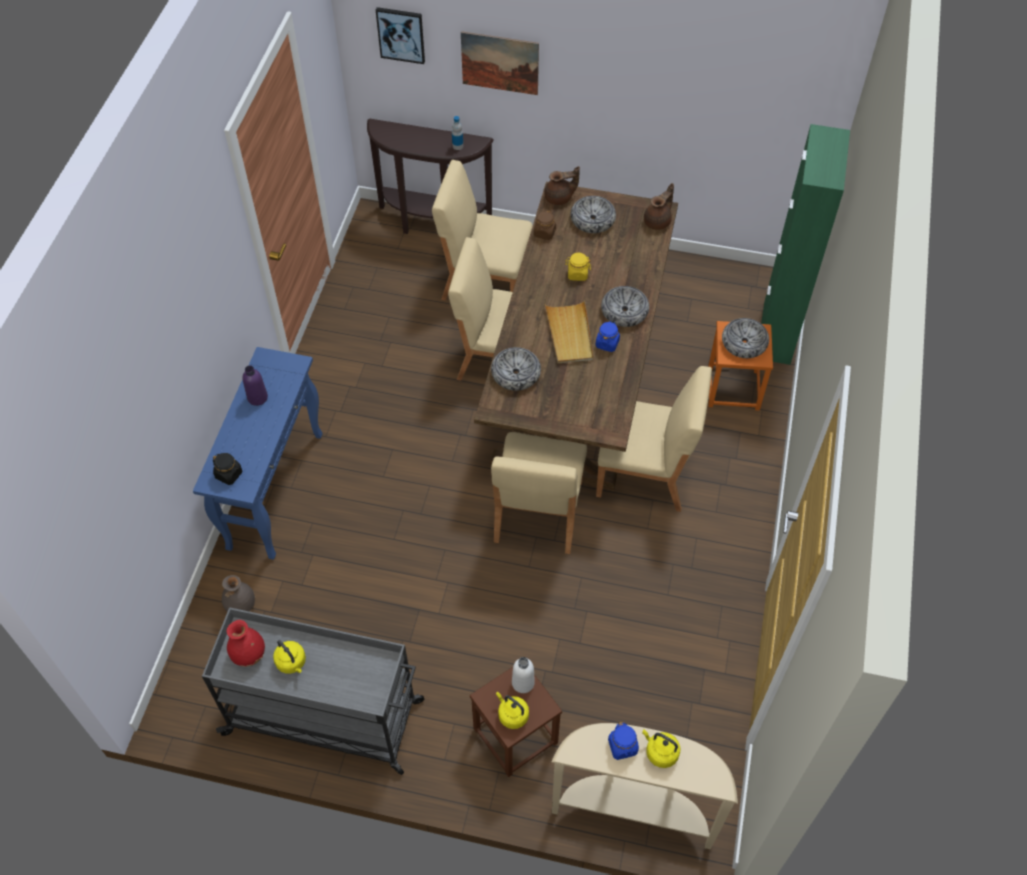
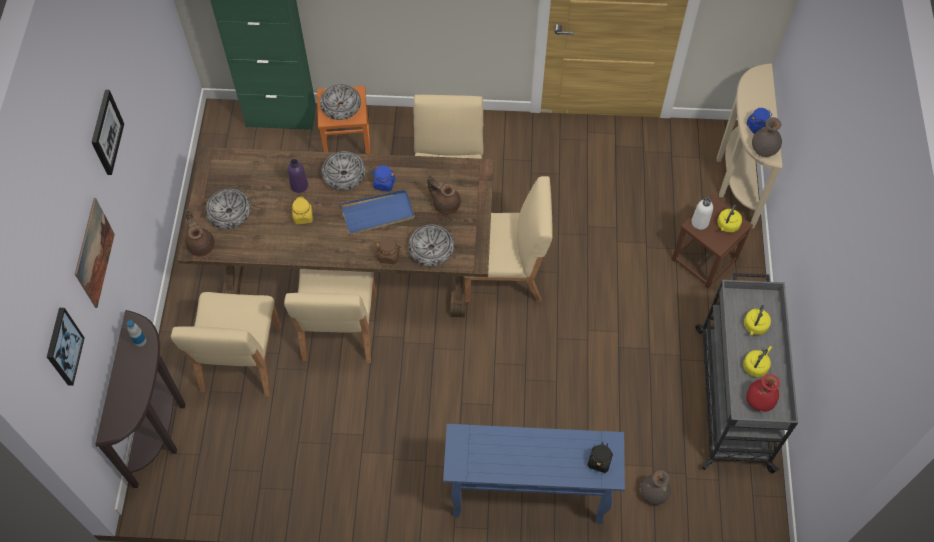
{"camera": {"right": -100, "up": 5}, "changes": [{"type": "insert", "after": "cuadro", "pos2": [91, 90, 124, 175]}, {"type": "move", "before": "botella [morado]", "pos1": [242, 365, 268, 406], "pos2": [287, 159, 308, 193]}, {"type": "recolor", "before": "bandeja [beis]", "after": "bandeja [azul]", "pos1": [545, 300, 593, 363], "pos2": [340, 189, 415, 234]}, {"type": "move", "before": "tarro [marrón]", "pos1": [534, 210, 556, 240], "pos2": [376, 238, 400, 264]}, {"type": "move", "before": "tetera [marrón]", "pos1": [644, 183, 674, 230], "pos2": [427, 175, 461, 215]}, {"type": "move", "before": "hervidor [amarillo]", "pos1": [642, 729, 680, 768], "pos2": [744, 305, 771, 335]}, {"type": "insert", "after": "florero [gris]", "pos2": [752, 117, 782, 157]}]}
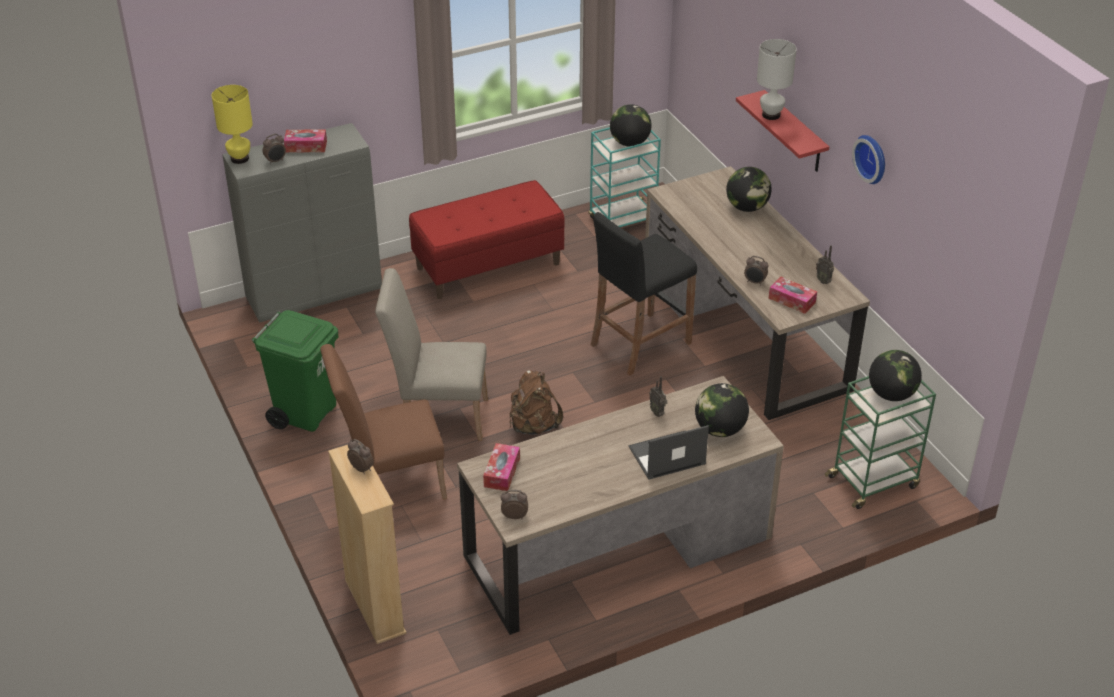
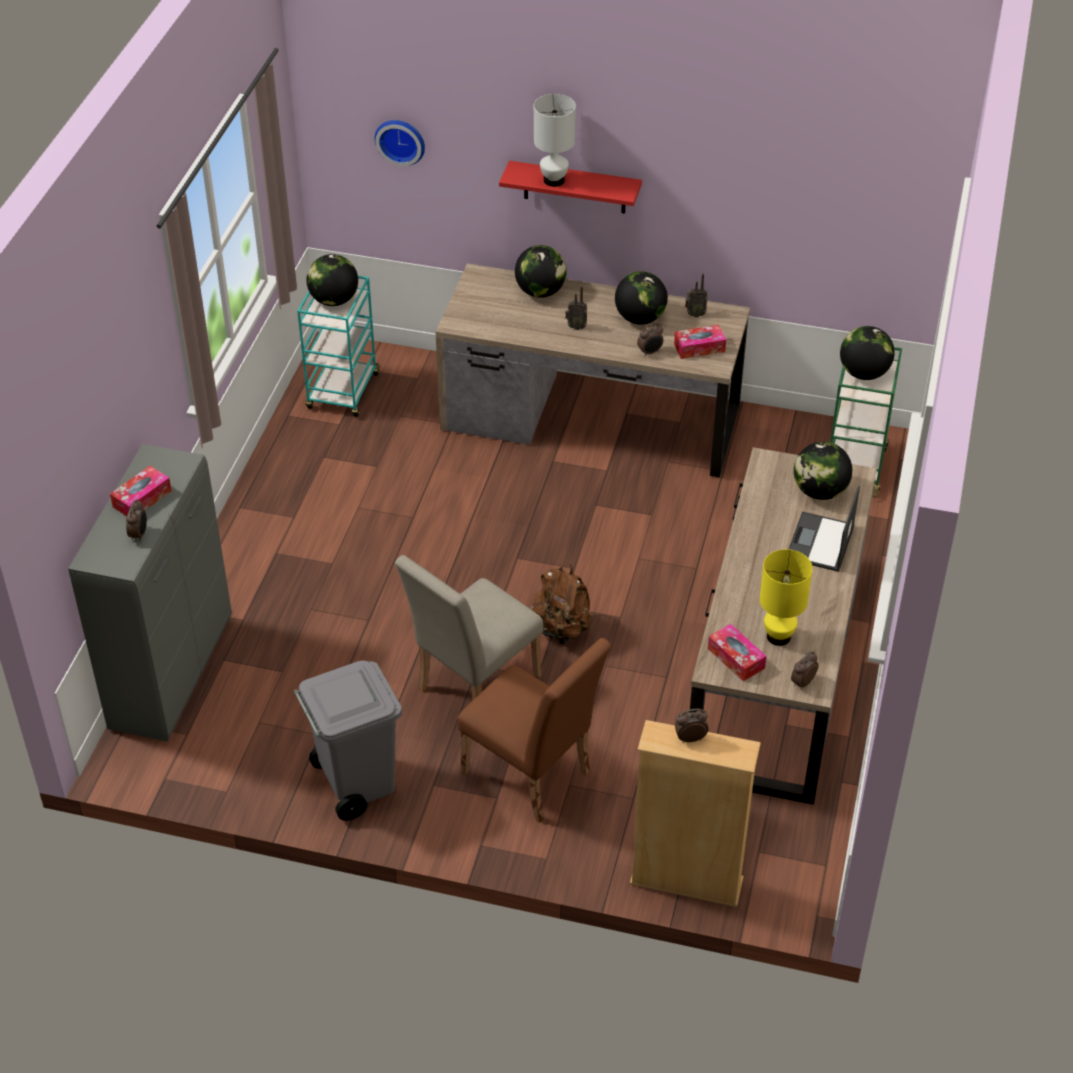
{"camera": {"right": -50, "up": 5}, "changes": [{"type": "recolor", "before": "papelera [verde]", "after": "papelera [gris]", "pos1": [252, 310, 338, 432], "pos2": [294, 661, 402, 821]}, {"type": "move", "before": "reloj de pared", "pos1": [852, 135, 885, 184], "pos2": [375, 120, 425, 166]}, {"type": "rotate", "before": "silla [marrón]", "pos1": [320, 344, 447, 500], "pos2": [457, 637, 611, 823], "turn": -75}, {"type": "move", "before": "radio", "pos1": [649, 376, 667, 417], "pos2": [565, 286, 587, 330]}, {"type": "insert", "after": "globo terráqueo", "pos2": [615, 271, 668, 324]}, {"type": "move", "before": "lámpara de mesa [amarillo]", "pos1": [212, 85, 253, 164], "pos2": [760, 549, 813, 646]}, {"type": "delete", "before": "banco [rojo]", "pos1": [409, 180, 565, 299]}, {"type": "delete", "before": "taburete [negro]", "pos1": [591, 212, 697, 376]}]}
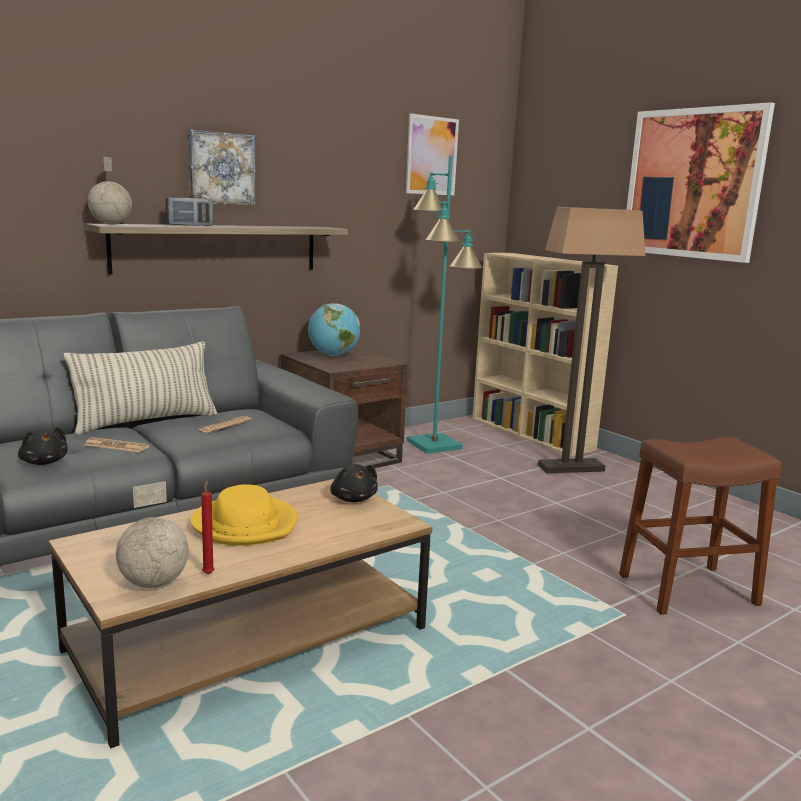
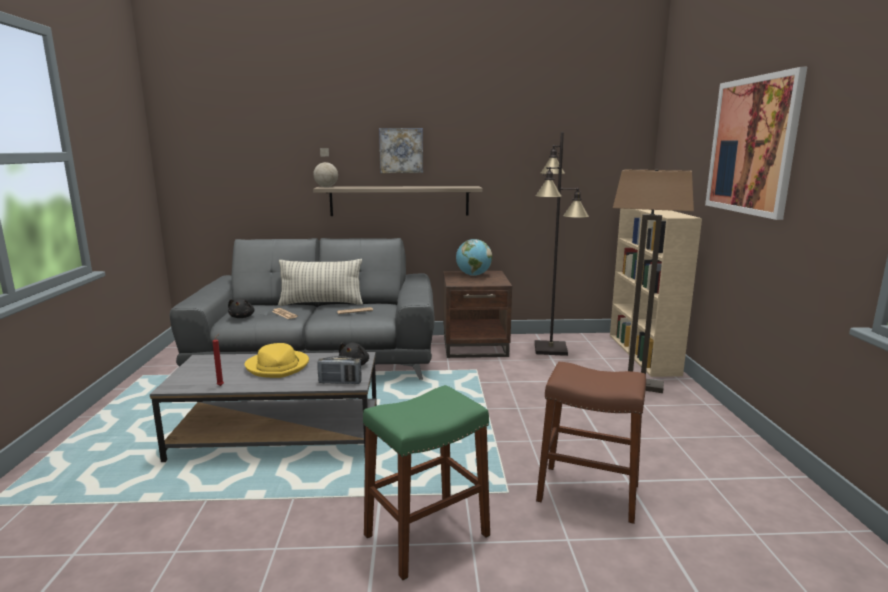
{"camera": {"right": 35, "up": 0}, "changes": [{"type": "recolor", "before": "mesa de centro [marrón]", "after": "mesa de centro [gris]", "pos1": [49, 479, 432, 748], "pos2": [150, 352, 377, 462]}, {"type": "move", "before": "radio", "pos1": [166, 194, 213, 226], "pos2": [317, 356, 361, 384]}, {"type": "insert", "after": "taburete [verde]", "pos2": [363, 385, 490, 580]}, {"type": "recolor", "before": "lámpara de pie [turquesa]", "after": "lámpara de pie [negro]", "pos1": [407, 155, 483, 454], "pos2": [535, 132, 589, 356]}, {"type": "delete", "before": "globo terráqueo", "pos1": [116, 481, 189, 588]}, {"type": "delete", "before": "cuadro", "pos1": [406, 113, 459, 195]}]}
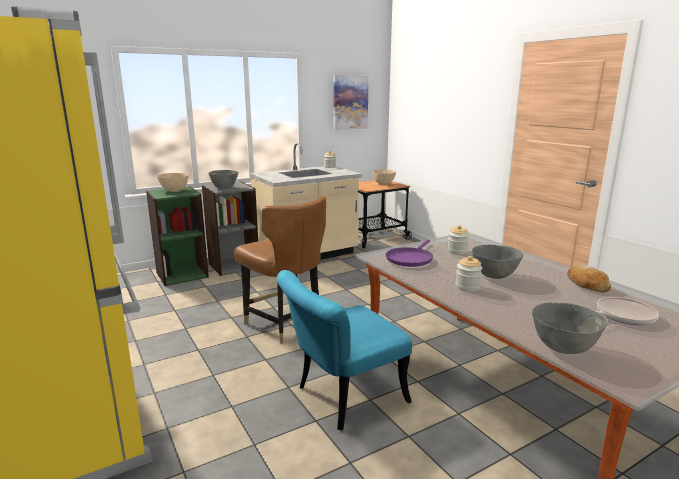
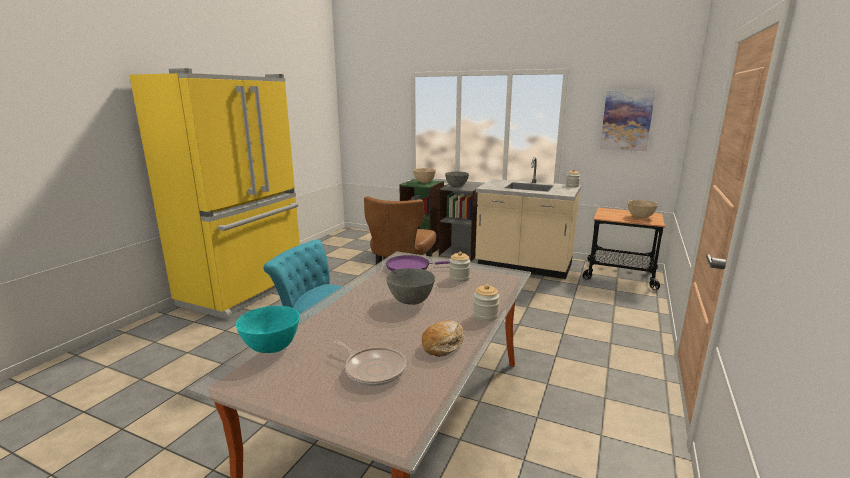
{"camera": {"right": 55, "up": 0}, "changes": [{"type": "recolor", "before": "cuenco [gris]", "after": "cuenco [turquesa]", "pos1": [532, 302, 607, 354], "pos2": [236, 306, 300, 353]}, {"type": "move", "before": "tarro", "pos1": [456, 256, 482, 292], "pos2": [473, 284, 499, 321]}]}
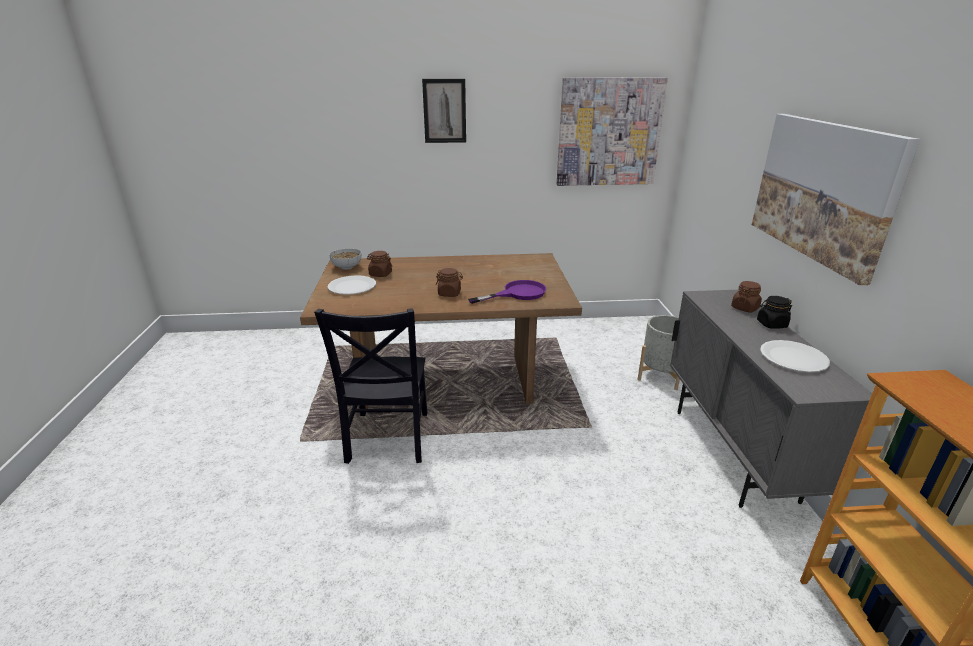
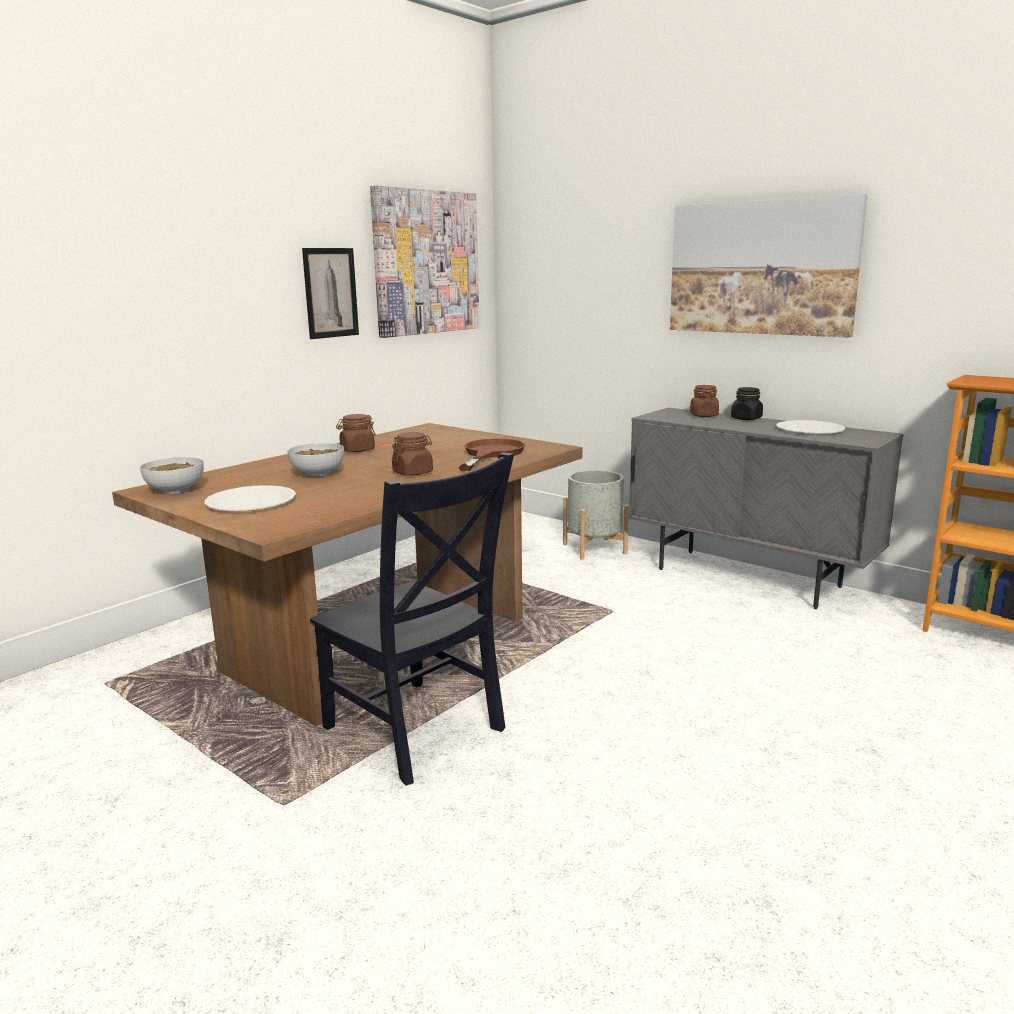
{"camera": {"right": -45, "up": -10}, "changes": [{"type": "insert", "after": "cuenco", "pos2": [288, 443, 344, 477]}, {"type": "move", "before": "cuadro", "pos1": [422, 79, 466, 143], "pos2": [302, 248, 359, 339]}, {"type": "move", "before": "tarro [marrón]", "pos1": [367, 251, 392, 277], "pos2": [336, 414, 376, 452]}, {"type": "recolor", "before": "sartén [morado]", "after": "sartén [marrón]", "pos1": [468, 280, 546, 304], "pos2": [459, 438, 525, 471]}]}
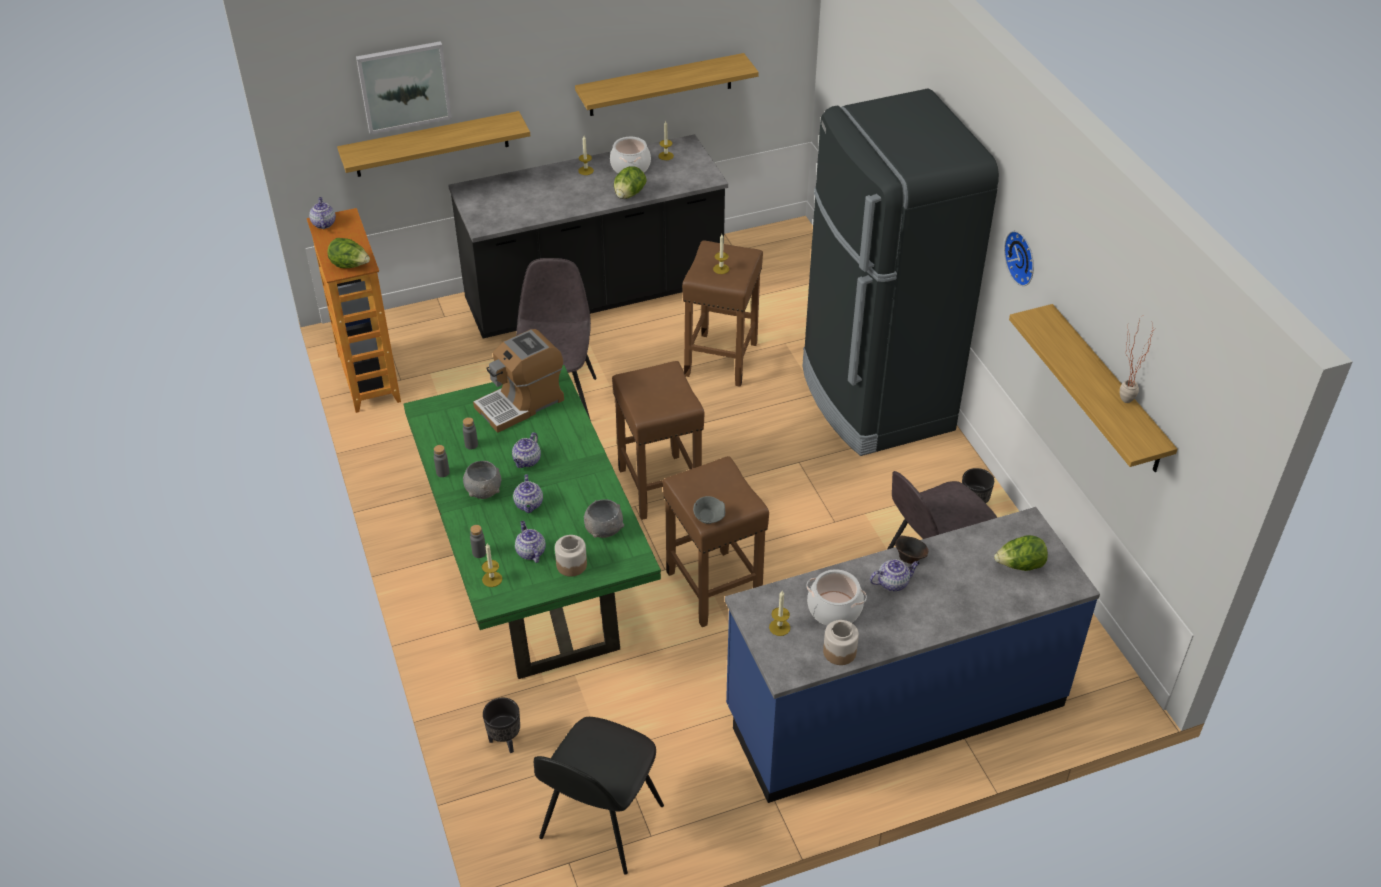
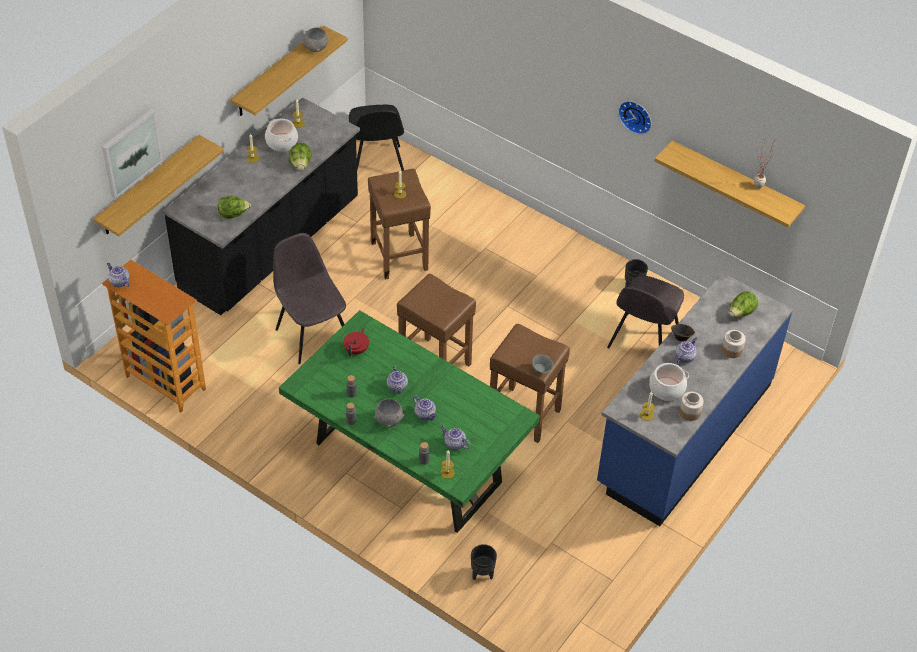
{"camera": {"right": -35, "up": 5}, "changes": [{"type": "move", "before": "lechuga", "pos1": [327, 238, 370, 268], "pos2": [218, 196, 251, 219]}, {"type": "move", "before": "cuenco [gris]", "pos1": [584, 499, 624, 538], "pos2": [303, 27, 329, 52]}, {"type": "replace", "before": "cafetera", "after": "tetera [rojo]", "pos1": [473, 329, 564, 433], "pos2": [343, 327, 369, 356]}, {"type": "move", "before": "silla [negro]", "pos1": [534, 717, 664, 874], "pos2": [349, 105, 404, 171]}, {"type": "move", "before": "tarro", "pos1": [555, 535, 587, 577], "pos2": [722, 330, 746, 358]}, {"type": "delete", "before": "nevera [negro]", "pos1": [802, 88, 999, 456]}]}
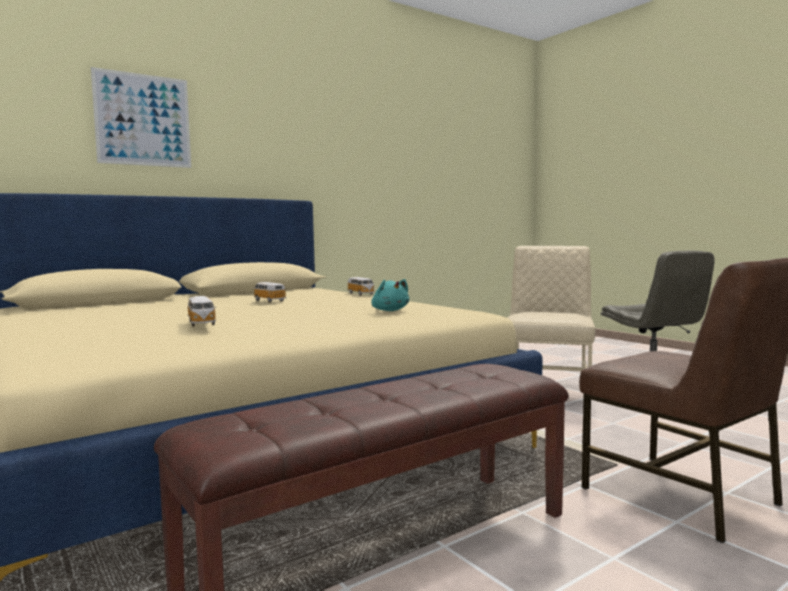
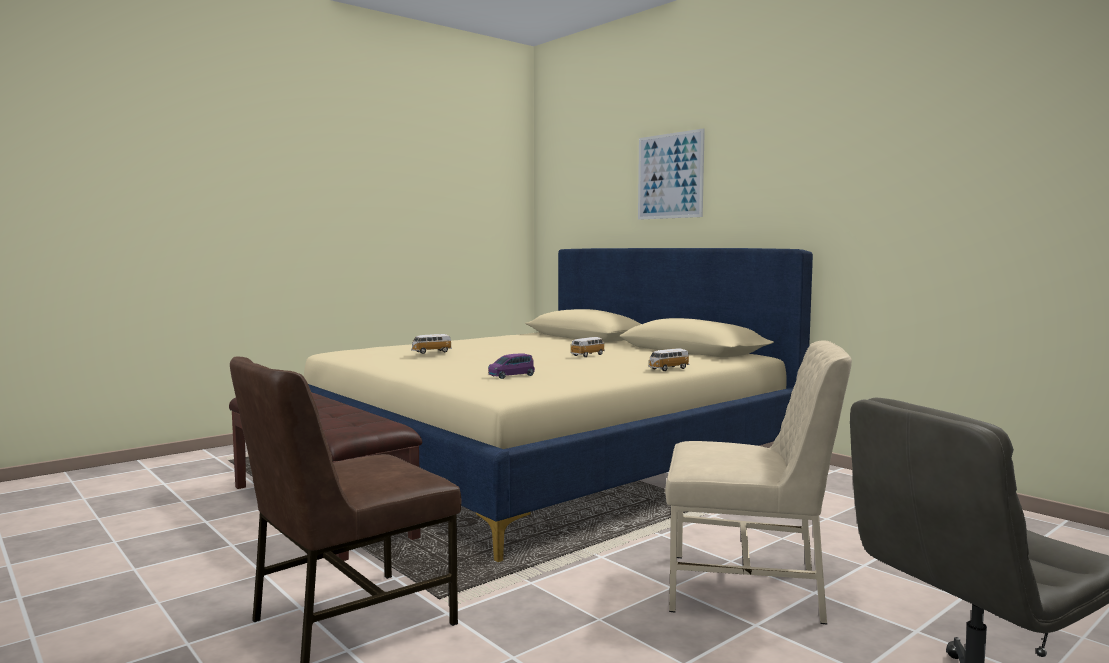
{"camera": {"right": 85, "up": 0}, "changes": [{"type": "replace", "before": "peluche [turquesa]", "after": "coche de juguete [morado]", "pos1": [371, 279, 409, 311], "pos2": [488, 353, 535, 379]}]}
